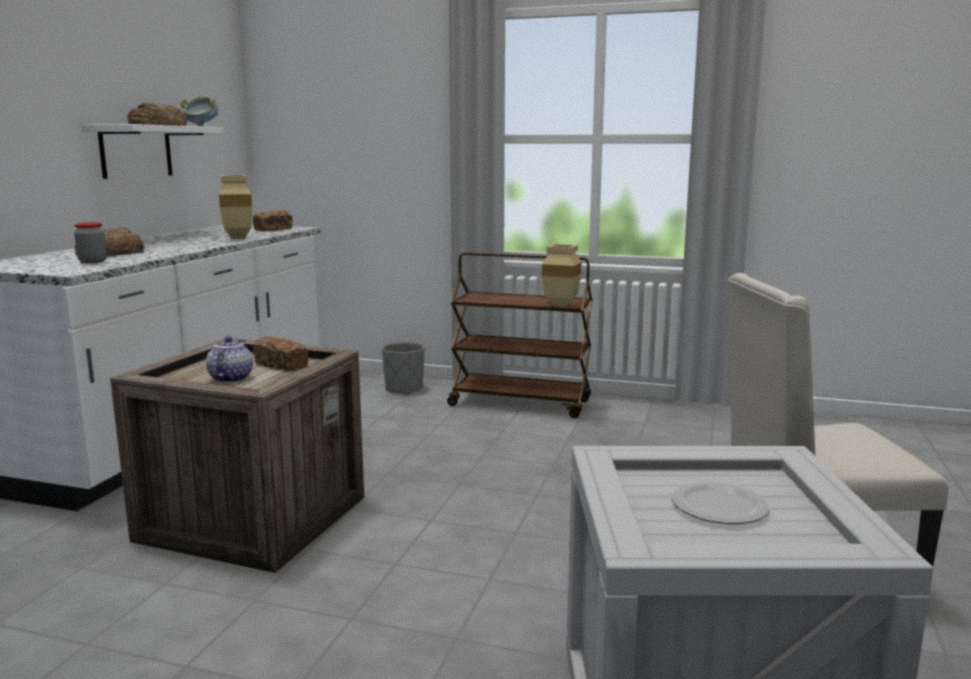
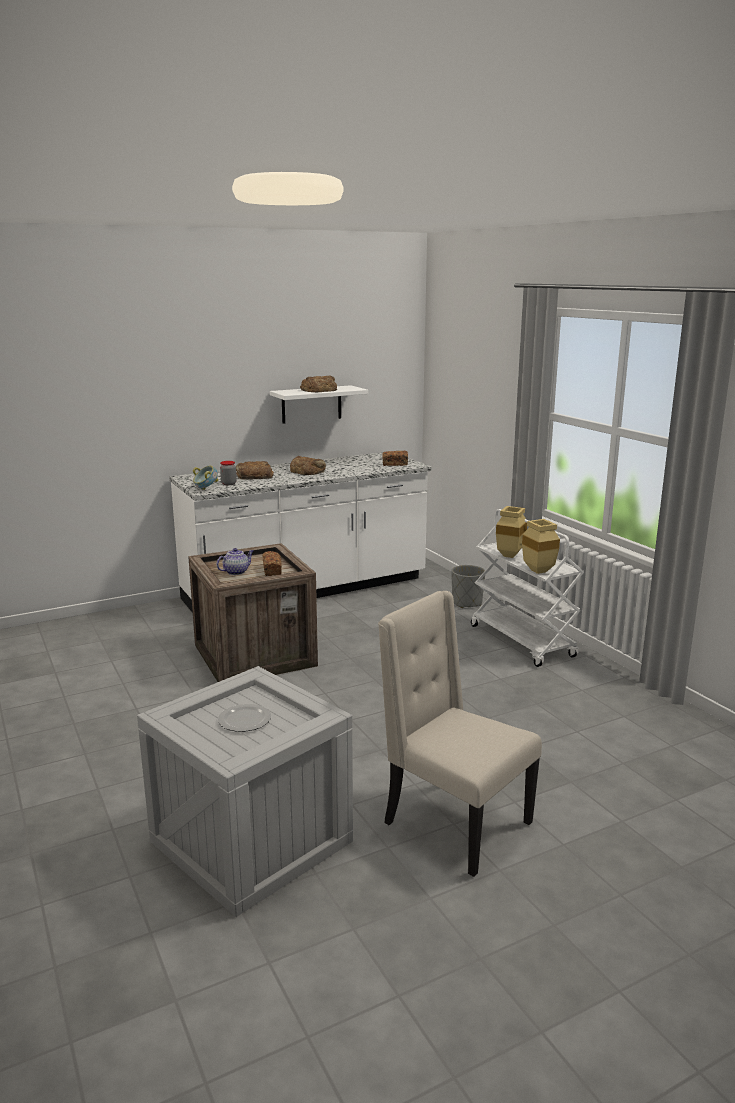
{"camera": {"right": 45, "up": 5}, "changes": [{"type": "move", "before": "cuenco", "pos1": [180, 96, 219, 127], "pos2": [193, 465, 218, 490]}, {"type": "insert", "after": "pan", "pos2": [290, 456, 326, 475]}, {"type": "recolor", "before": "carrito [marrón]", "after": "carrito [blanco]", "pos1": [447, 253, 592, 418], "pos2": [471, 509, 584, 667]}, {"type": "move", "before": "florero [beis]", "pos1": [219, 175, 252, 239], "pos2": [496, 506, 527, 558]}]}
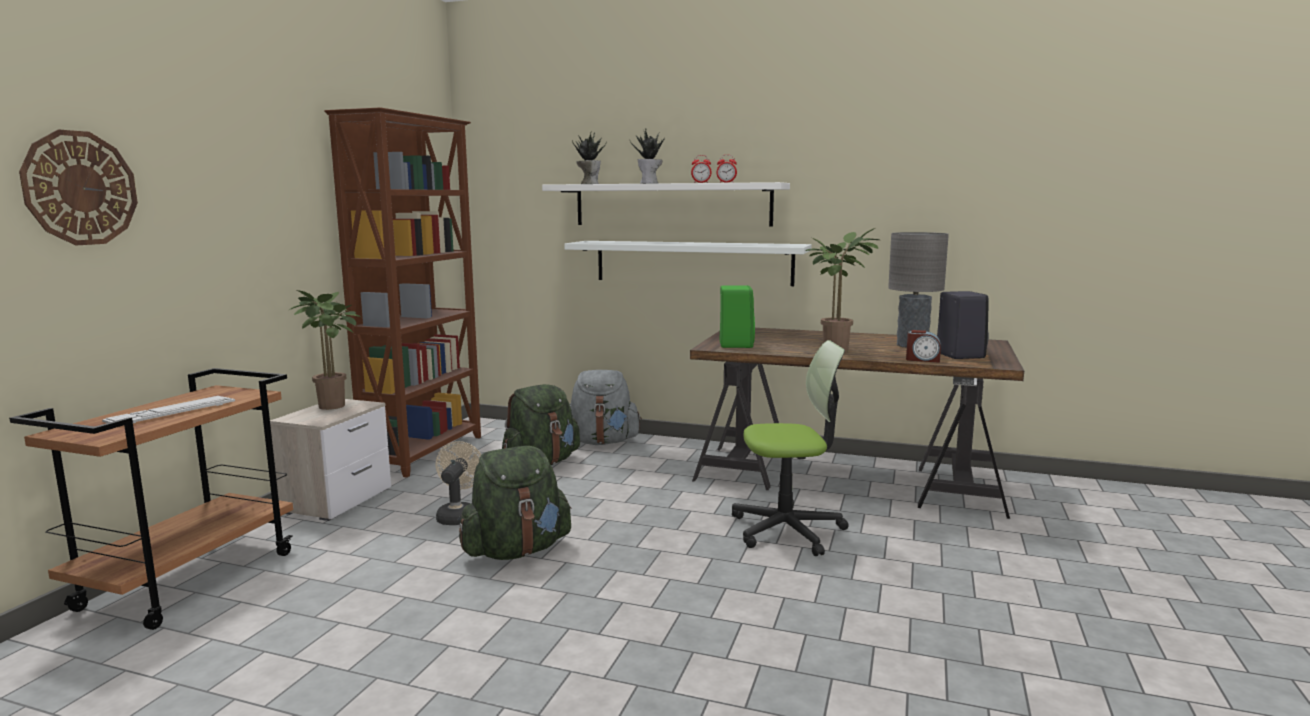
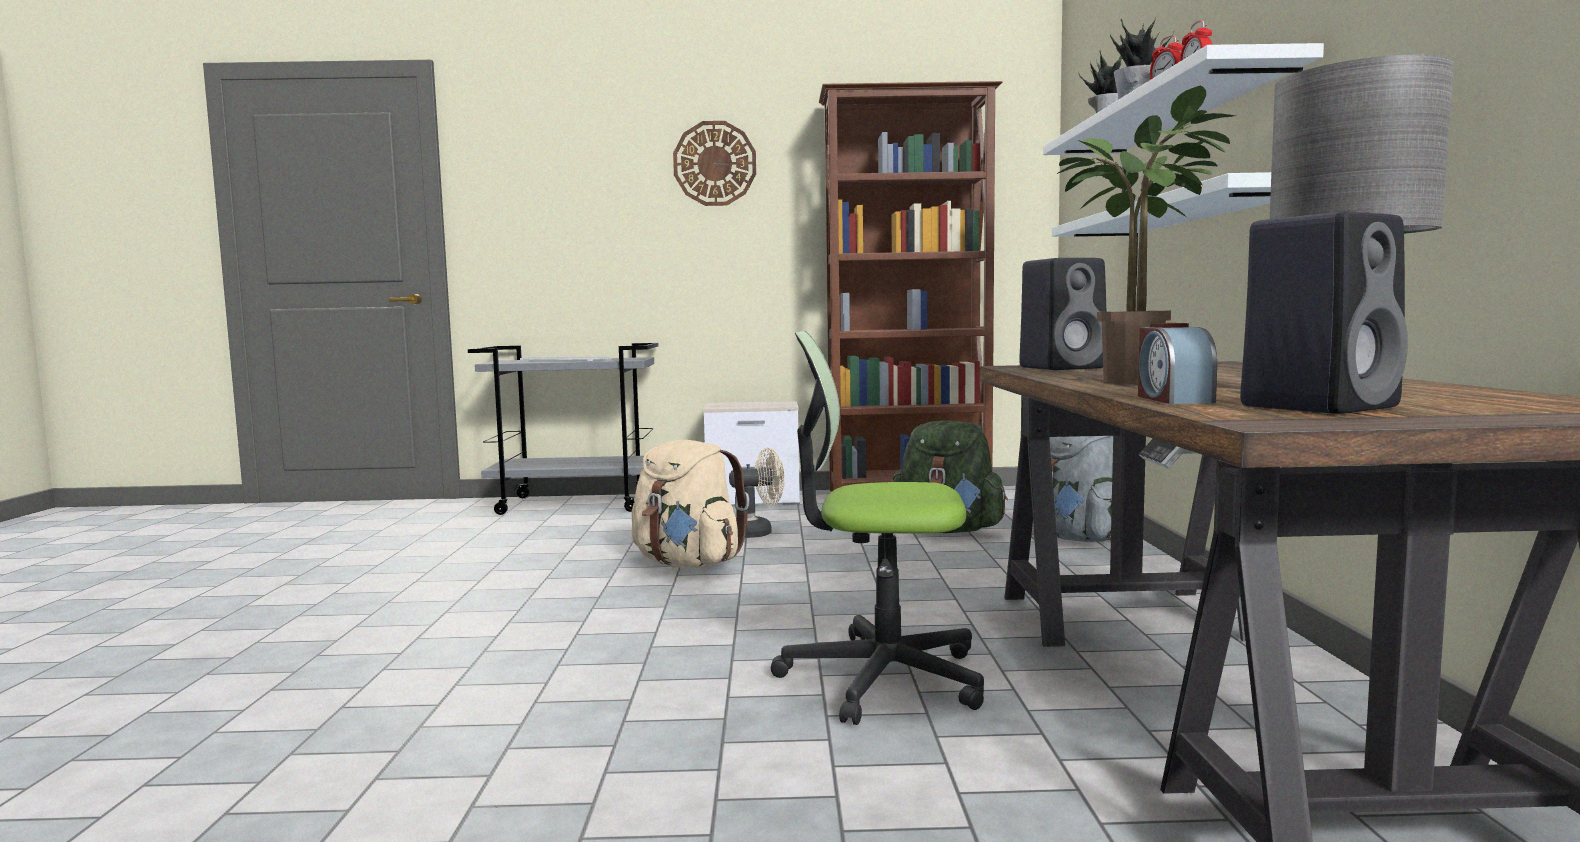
{"camera": {"right": 70, "up": -5}, "changes": [{"type": "recolor", "before": "carrito [marrón]", "after": "carrito [gris]", "pos1": [9, 368, 293, 630], "pos2": [468, 343, 659, 515]}, {"type": "recolor", "before": "mochila [verde]", "after": "mochila [beis]", "pos1": [459, 446, 572, 560], "pos2": [632, 440, 749, 568]}, {"type": "move", "before": "reloj de pared", "pos1": [19, 129, 138, 245], "pos2": [673, 121, 756, 206]}, {"type": "rotate", "before": "silla de oficina", "pos1": [732, 340, 849, 556], "pos2": [770, 331, 984, 725], "turn": 120}, {"type": "recolor", "before": "altavoz [verde]", "after": "altavoz [negro]", "pos1": [719, 286, 755, 348], "pos2": [1019, 258, 1106, 370]}, {"type": "delete", "before": "planta en maceta", "pos1": [289, 290, 361, 410]}]}
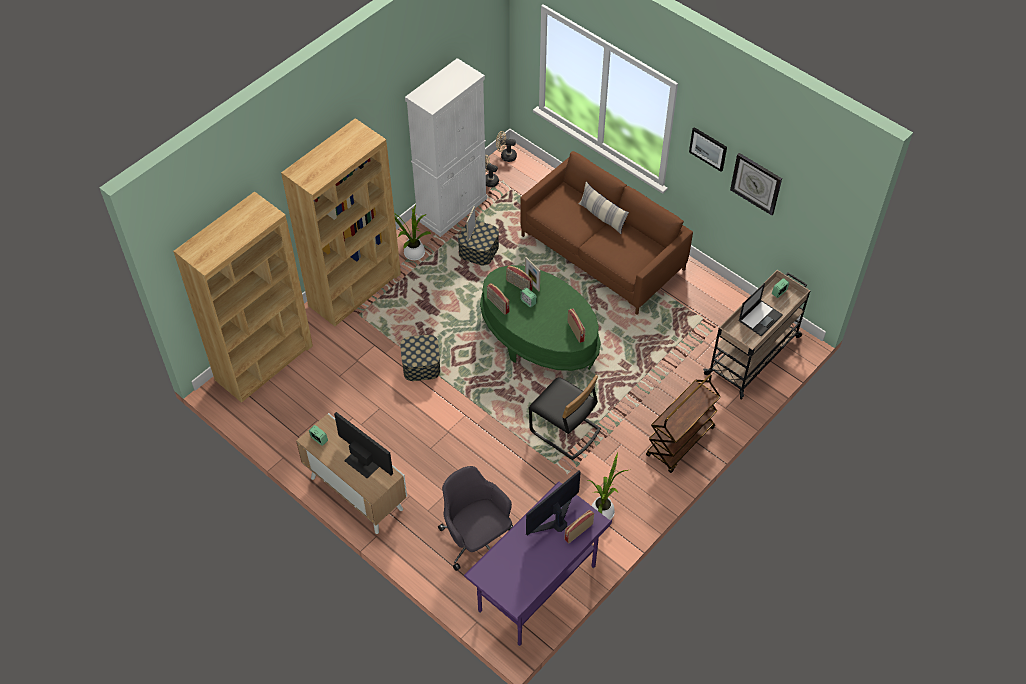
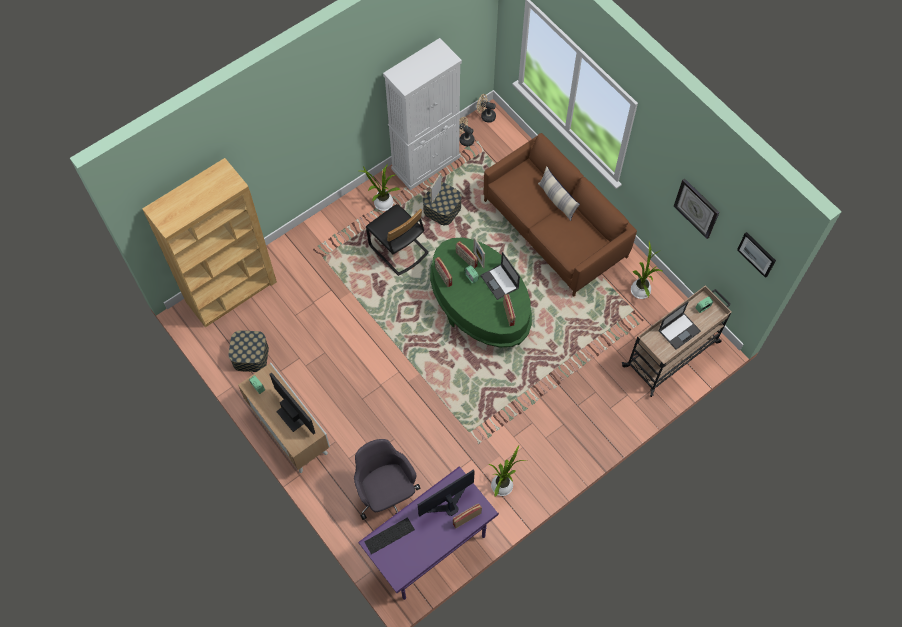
{"camera": {"right": 10, "up": 10}, "changes": [{"type": "move", "before": "caja de almacenaje", "pos1": [400, 335, 440, 381], "pos2": [228, 330, 269, 372]}, {"type": "insert", "after": "teclado", "pos2": [365, 517, 415, 554]}, {"type": "move", "before": "silla [negro]", "pos1": [529, 375, 601, 460], "pos2": [366, 204, 429, 276]}, {"type": "insert", "after": "portátil", "pos2": [480, 252, 520, 300]}, {"type": "insert", "after": "planta en maceta", "pos2": [631, 241, 664, 299]}, {"type": "move", "before": "cuadro", "pos1": [689, 127, 727, 172], "pos2": [737, 232, 776, 278]}, {"type": "delete", "before": "estantería [marrón]", "pos1": [281, 118, 401, 326]}, {"type": "delete", "before": "carrito [marrón]", "pos1": [646, 374, 721, 473]}]}
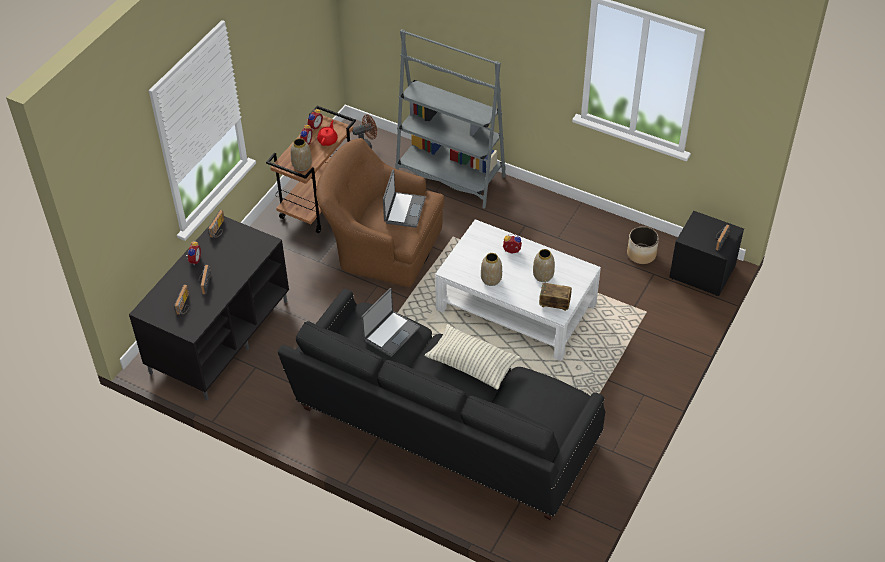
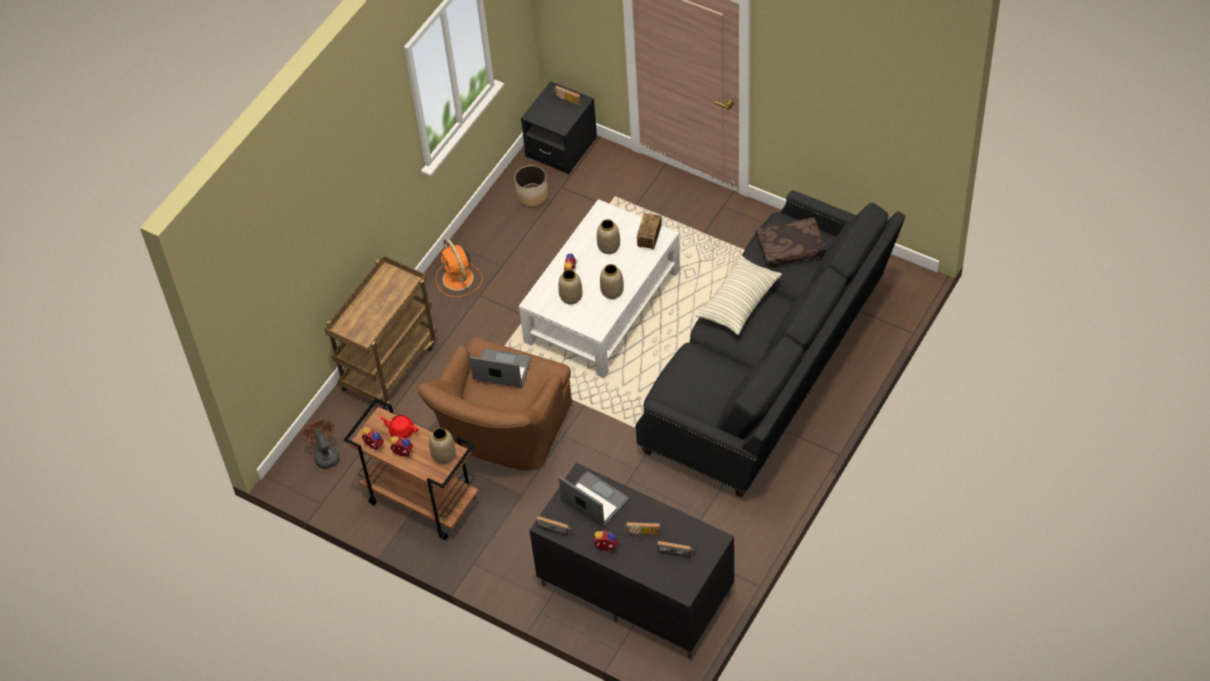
{"camera": {"right": -85, "up": 5}, "changes": [{"type": "replace", "before": "estantería [gris]", "after": "carrito [marrón]", "pos1": [395, 29, 506, 209], "pos2": [324, 256, 437, 411]}, {"type": "insert", "after": "ventilador [naranja]", "pos2": [436, 238, 483, 297]}, {"type": "insert", "after": "florero", "pos2": [558, 269, 583, 305]}, {"type": "move", "before": "portátil", "pos1": [361, 288, 420, 357], "pos2": [559, 471, 629, 526]}, {"type": "insert", "after": "cojín [marrón]", "pos2": [755, 217, 827, 268]}]}
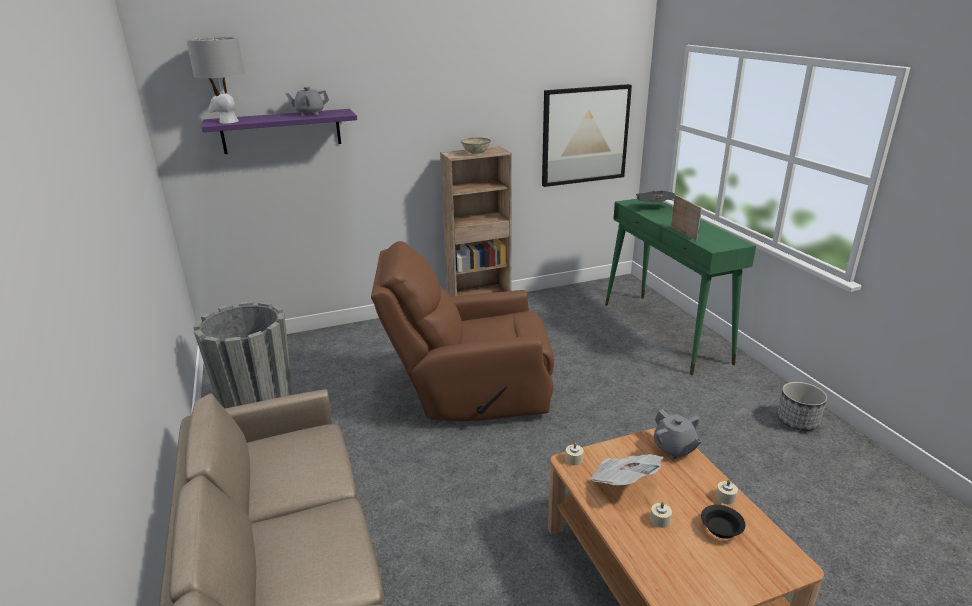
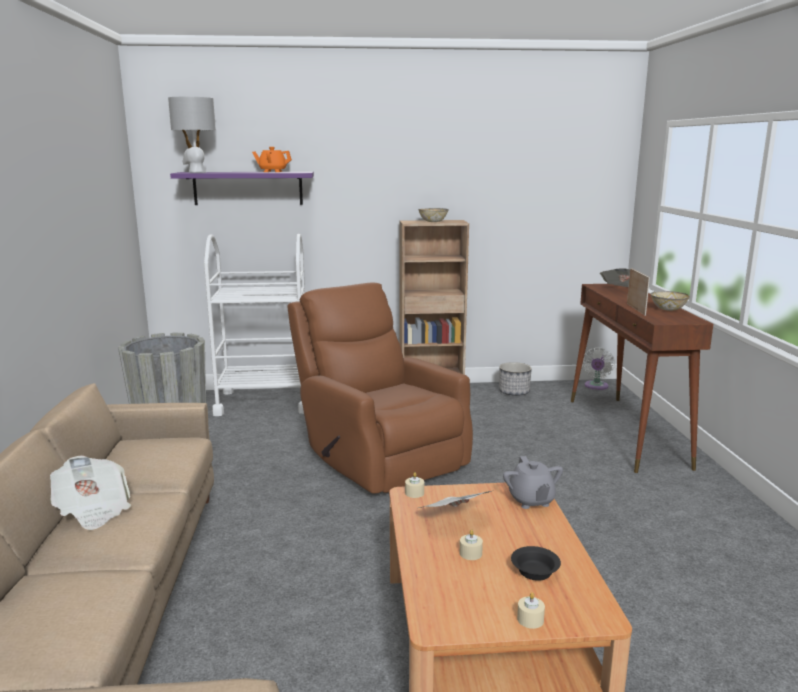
{"camera": {"right": 15, "up": -10}, "changes": [{"type": "insert", "after": "periódico", "pos2": [50, 455, 131, 530]}, {"type": "insert", "after": "carrito [blanco]", "pos2": [204, 234, 305, 416]}, {"type": "recolor", "before": "tetera [gris]", "after": "tetera [naranja]", "pos1": [286, 87, 329, 116], "pos2": [252, 147, 292, 172]}, {"type": "rotate", "before": "sillón [marrón]", "pos1": [371, 241, 554, 421], "pos2": [287, 283, 473, 494], "turn": 45}, {"type": "move", "before": "maceta", "pos1": [777, 382, 828, 431], "pos2": [499, 362, 532, 396]}, {"type": "move", "before": "vela [beis]", "pos1": [716, 480, 738, 504], "pos2": [517, 592, 545, 629]}, {"type": "recolor", "before": "mesa consola [verde]", "after": "mesa consola [marrón]", "pos1": [605, 199, 756, 375], "pos2": [571, 284, 713, 473]}, {"type": "insert", "after": "ventilador [blanco]", "pos2": [582, 348, 615, 390]}, {"type": "insert", "after": "cuenco", "pos2": [651, 291, 690, 311]}, {"type": "delete", "before": "cuadro", "pos1": [542, 84, 632, 187]}]}
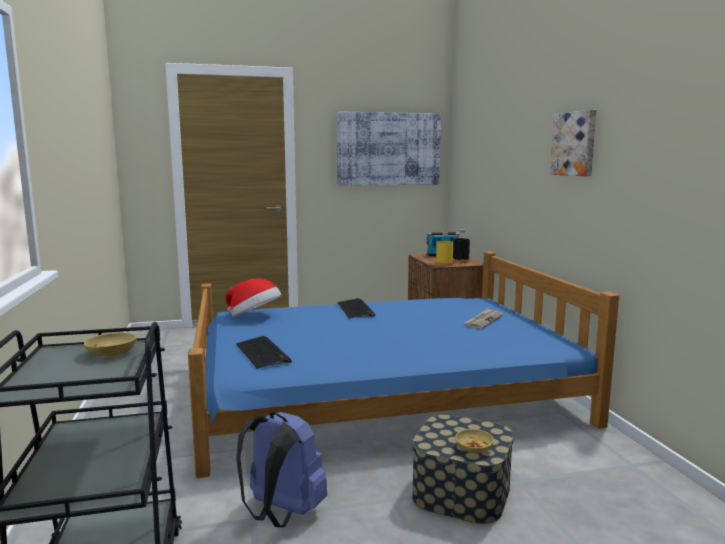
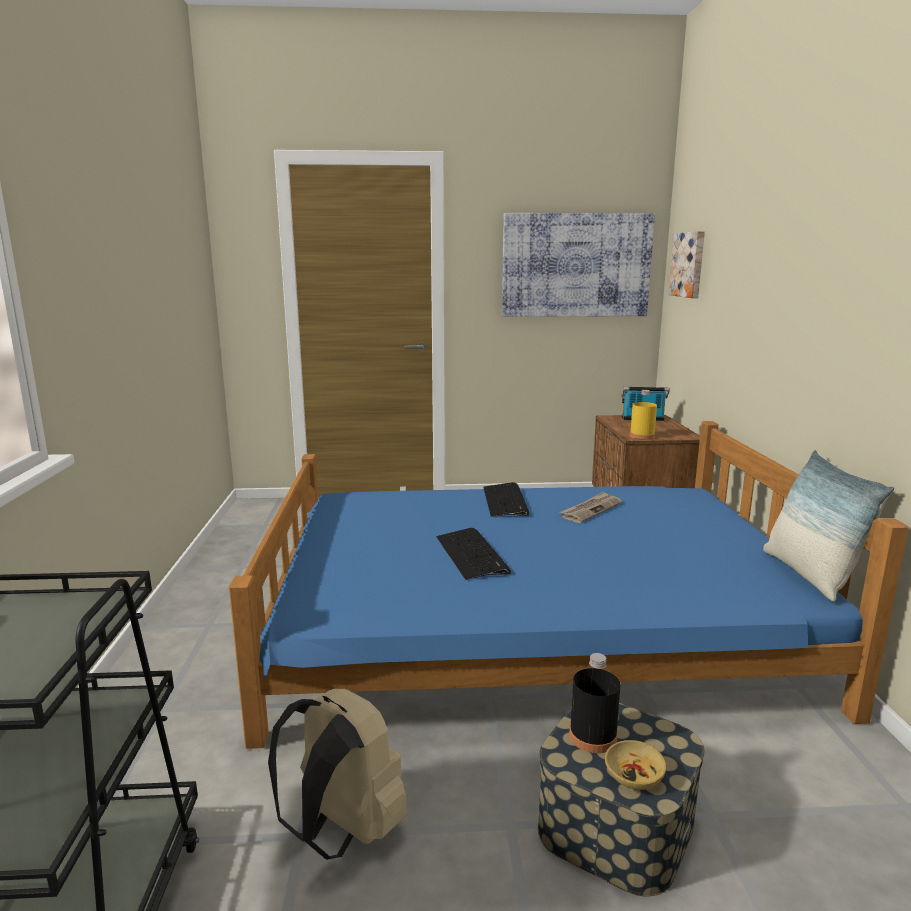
{"camera": {"right": 10, "up": 5}, "changes": [{"type": "recolor", "before": "mochila [azul]", "after": "mochila [beis]", "pos1": [236, 412, 327, 527], "pos2": [268, 689, 407, 860]}, {"type": "move", "before": "teclado", "pos1": [236, 336, 292, 369], "pos2": [436, 528, 511, 580]}, {"type": "move", "before": "periódico", "pos1": [464, 308, 503, 329], "pos2": [560, 491, 622, 523]}, {"type": "move", "before": "botella [negro]", "pos1": [453, 229, 470, 263], "pos2": [569, 653, 621, 753]}, {"type": "move", "before": "cuadro", "pos1": [550, 109, 596, 176], "pos2": [669, 231, 705, 298]}, {"type": "insert", "after": "cojín", "pos2": [763, 450, 894, 602]}, {"type": "delete", "before": "cuenco [beis]", "pos1": [84, 333, 137, 357]}, {"type": "delete", "before": "sombrero", "pos1": [226, 278, 281, 317]}]}
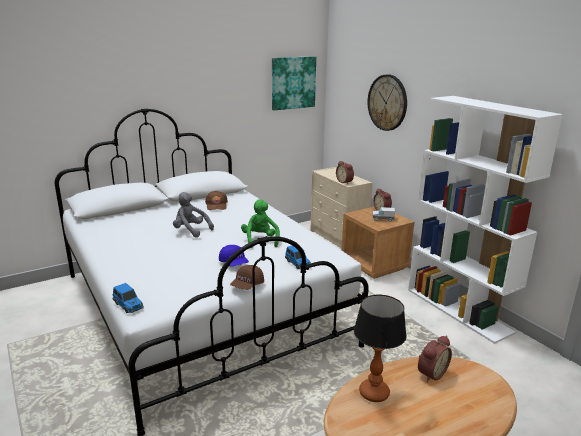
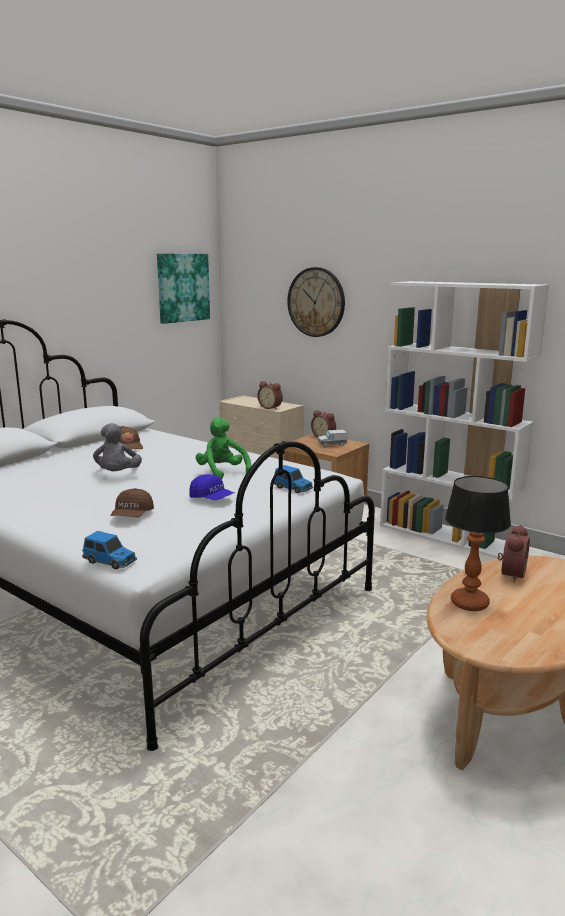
{"camera": {"right": -20, "up": -5}, "changes": [{"type": "rotate", "before": "peluche [gris]", "pos1": [173, 192, 214, 238], "pos2": [93, 423, 142, 471], "turn": -105}, {"type": "move", "before": "gorra [marrón]", "pos1": [230, 265, 264, 290], "pos2": [111, 488, 154, 517]}]}
